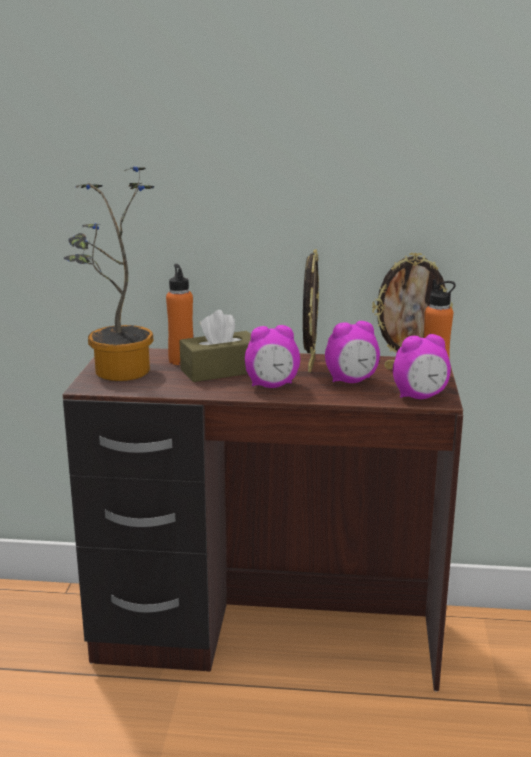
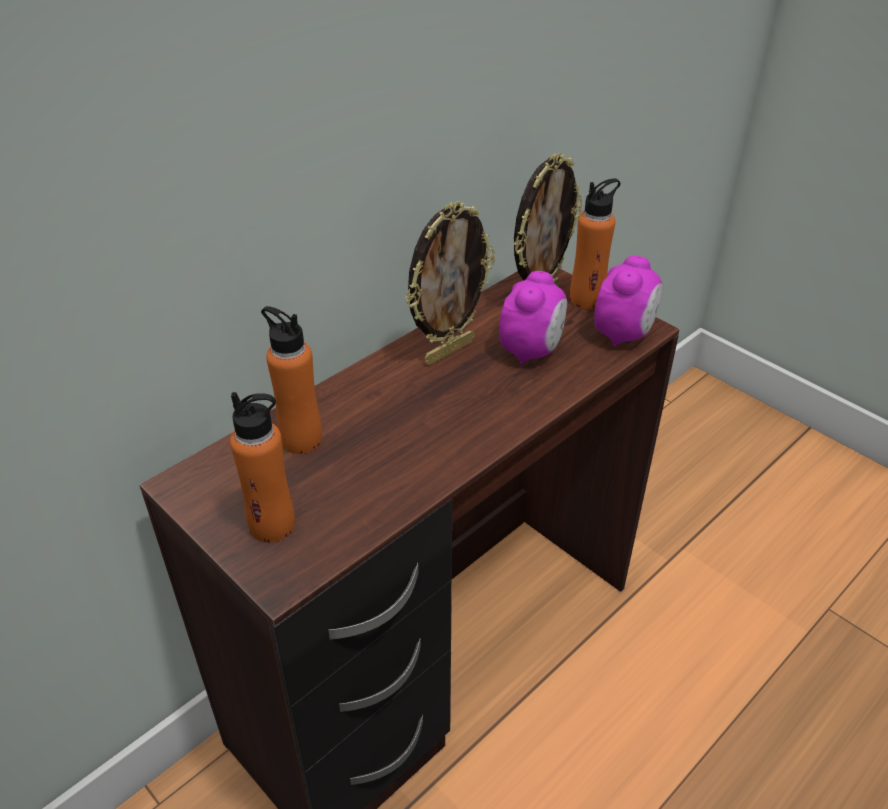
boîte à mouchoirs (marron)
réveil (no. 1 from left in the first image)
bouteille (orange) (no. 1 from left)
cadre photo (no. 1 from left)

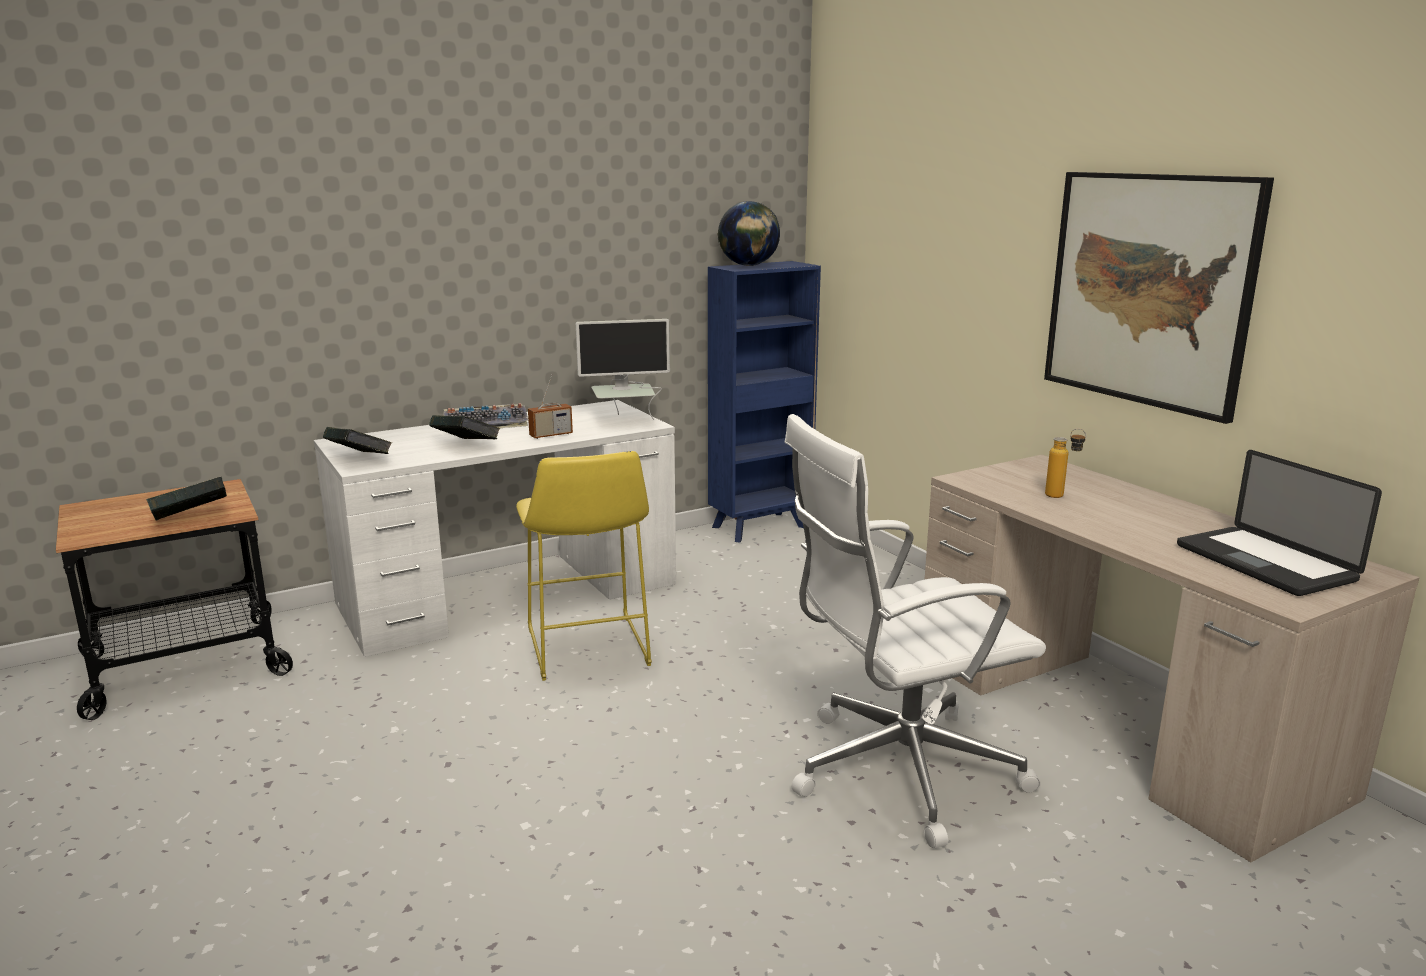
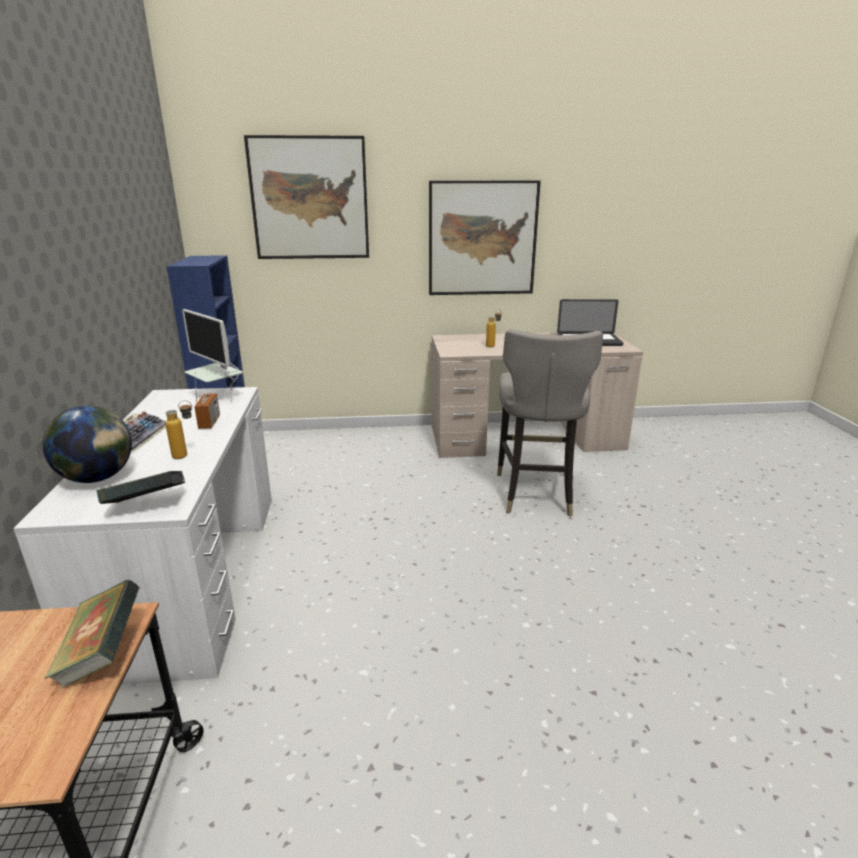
tabouret (jaune)
tableau (no. 1 from left)
globe
bouteille (no. 1 from left)
tabouret (gris)
écran d'ordinateur

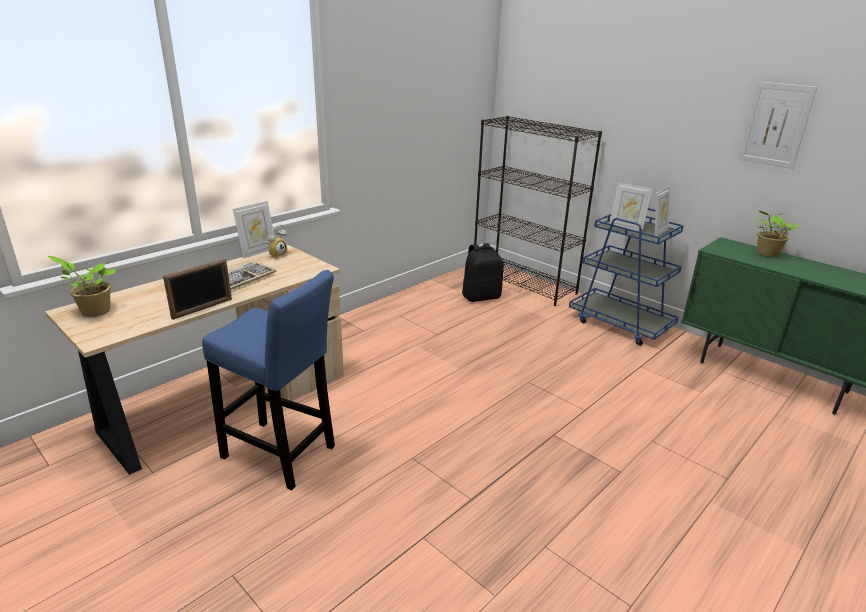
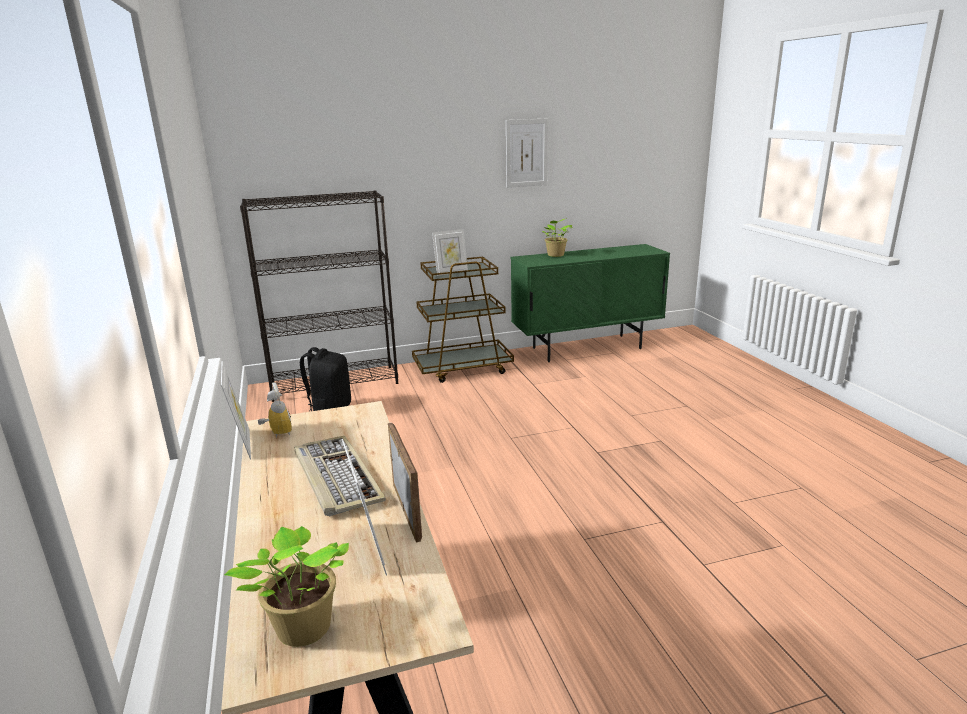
tabouret (bleu)
cadre photo (no. 2 from left)
chariot (marron)

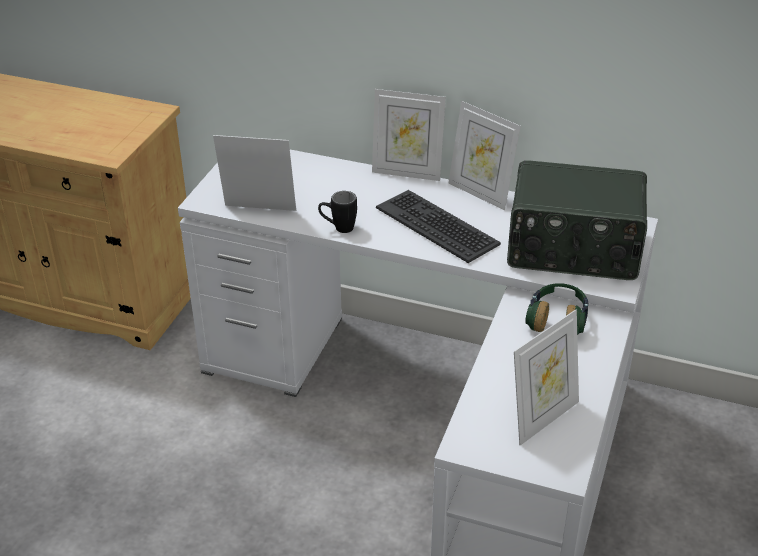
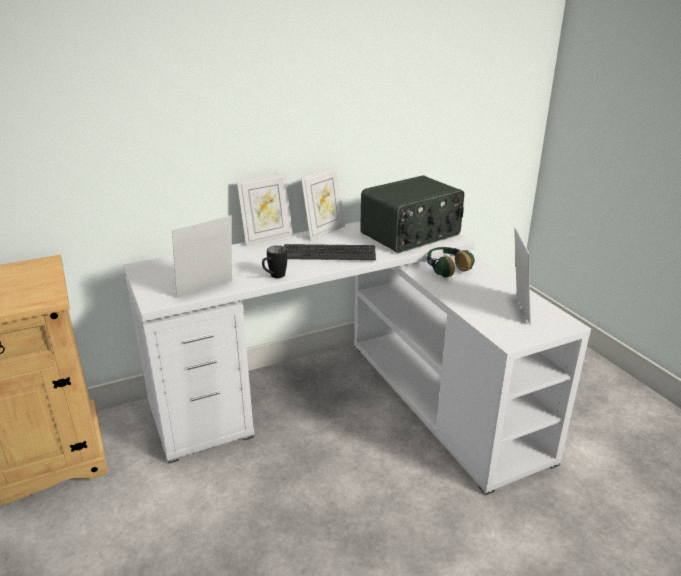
cadre photo (no. 3 from left)

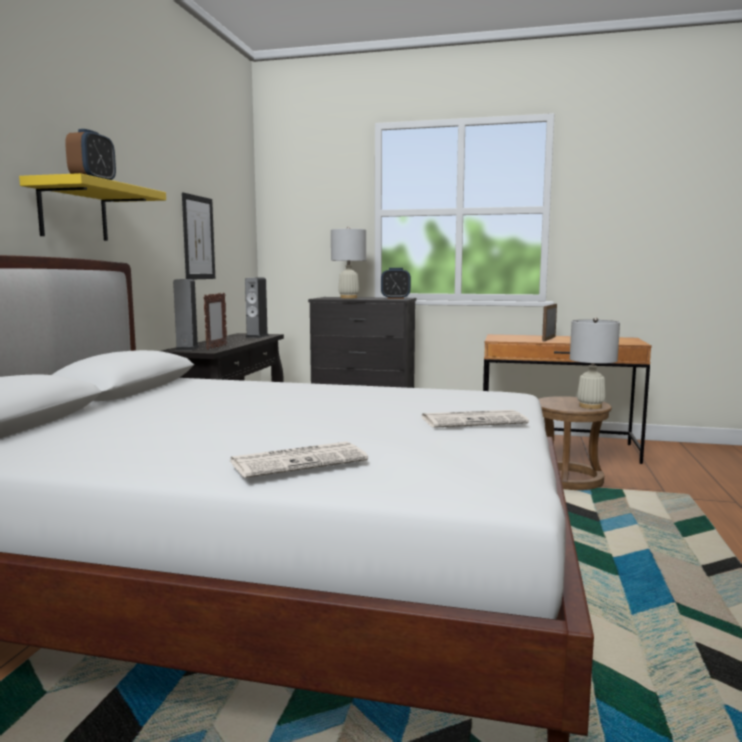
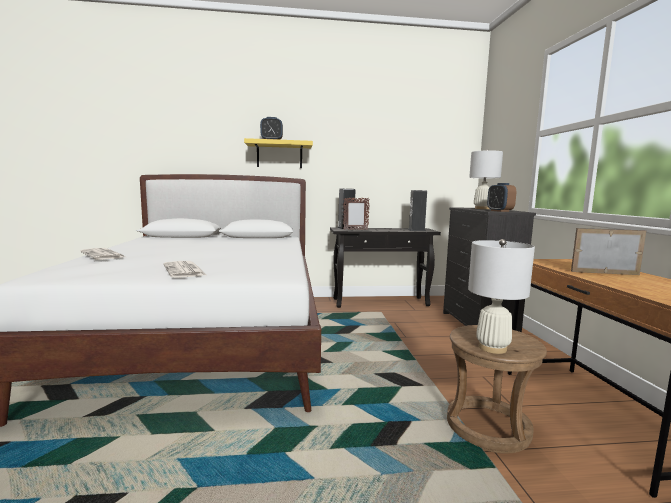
tableau

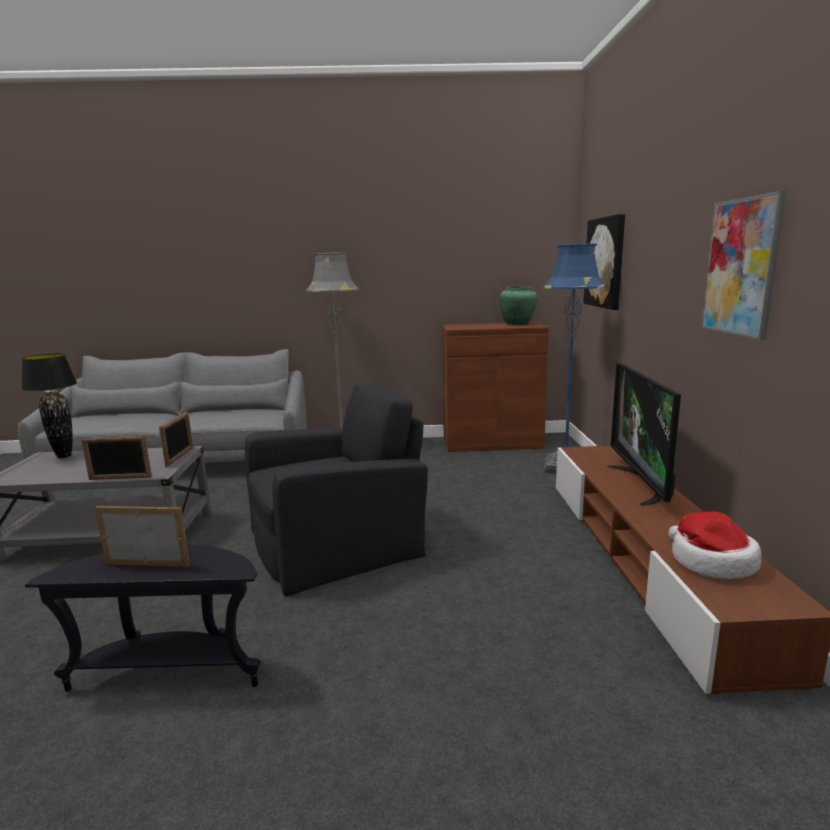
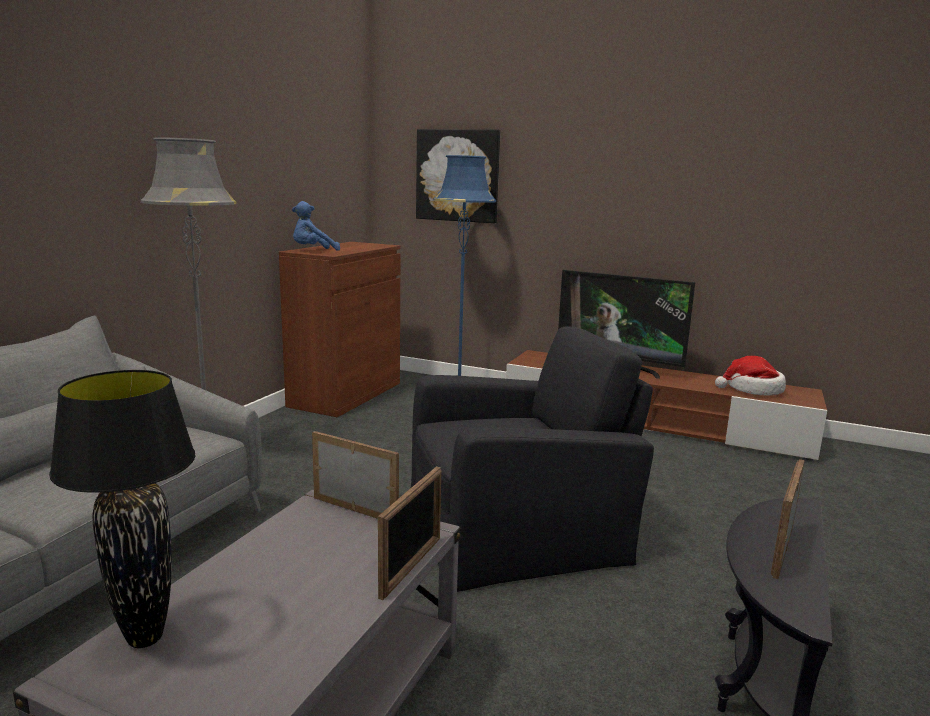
vase (vert)
tableau (no. 2 from left in the first image)
peluche (bleu)
fauteuil (noir)

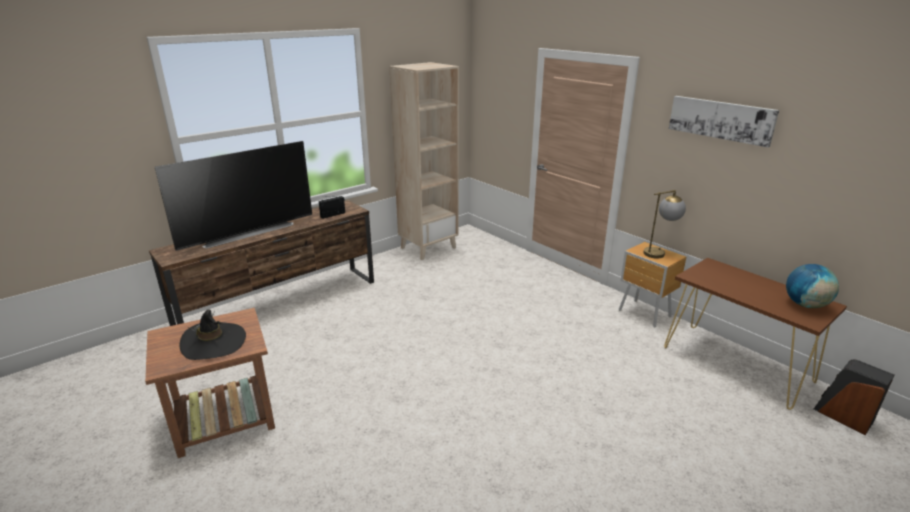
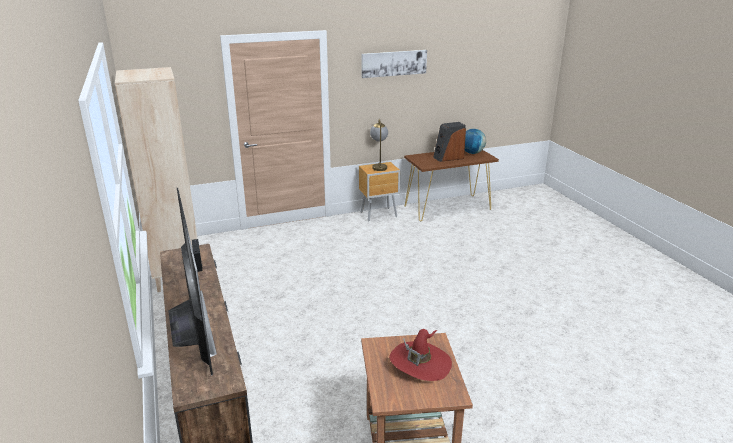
enceinte
chapeau (rouge)

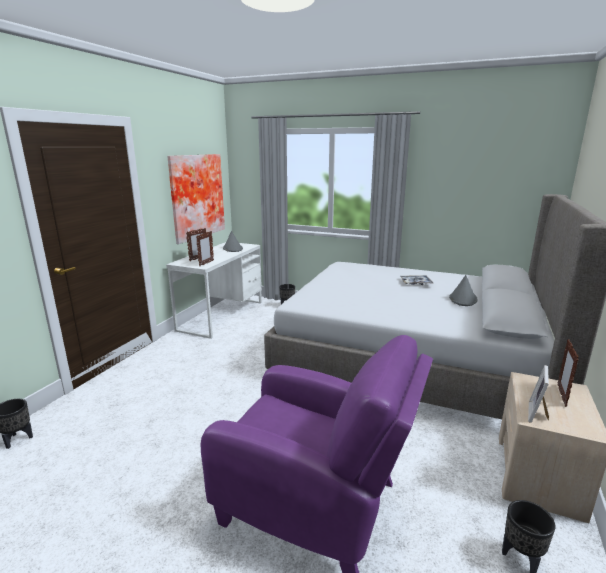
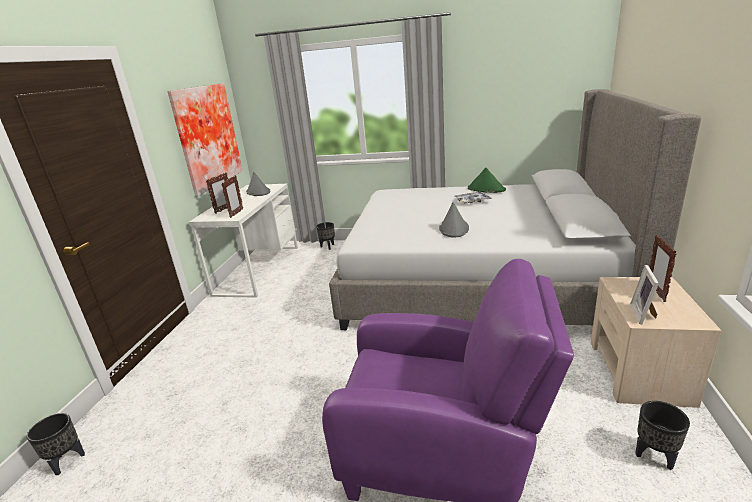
chapeau (vert)
chapeau (gris) (no. 2 from left)

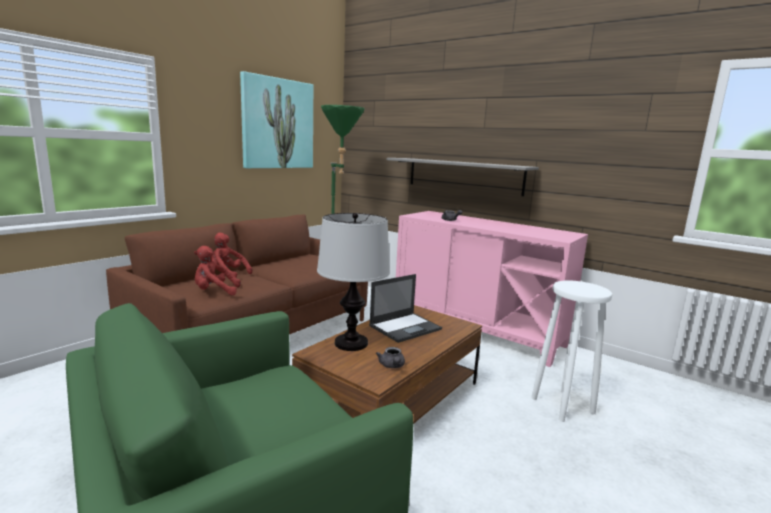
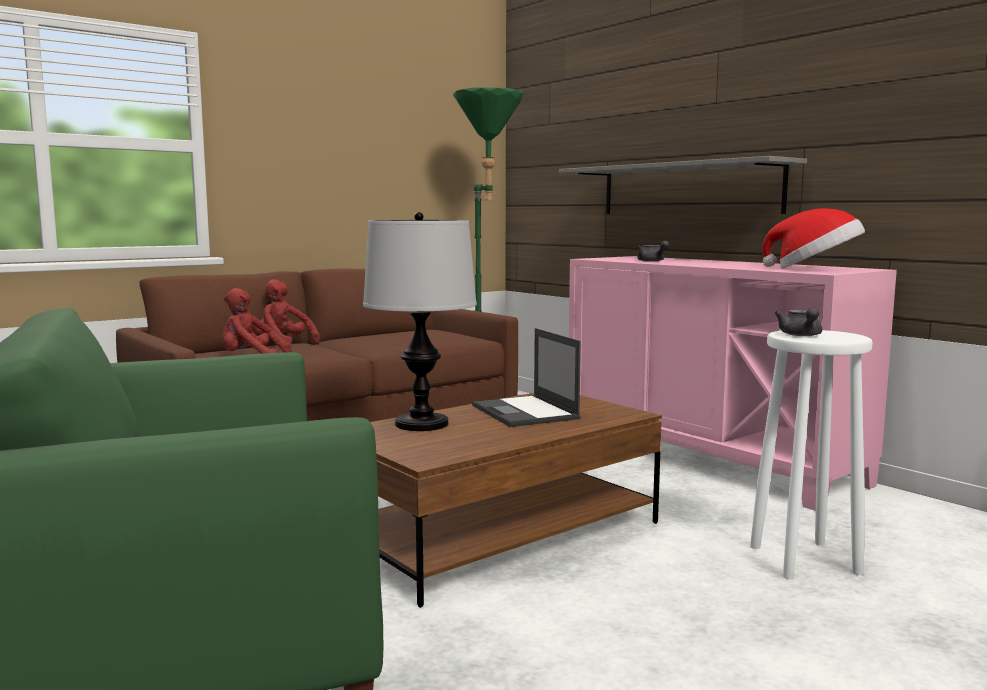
tableau
chapeau
théière (gris) (no. 2 from left)
ordinateur portable

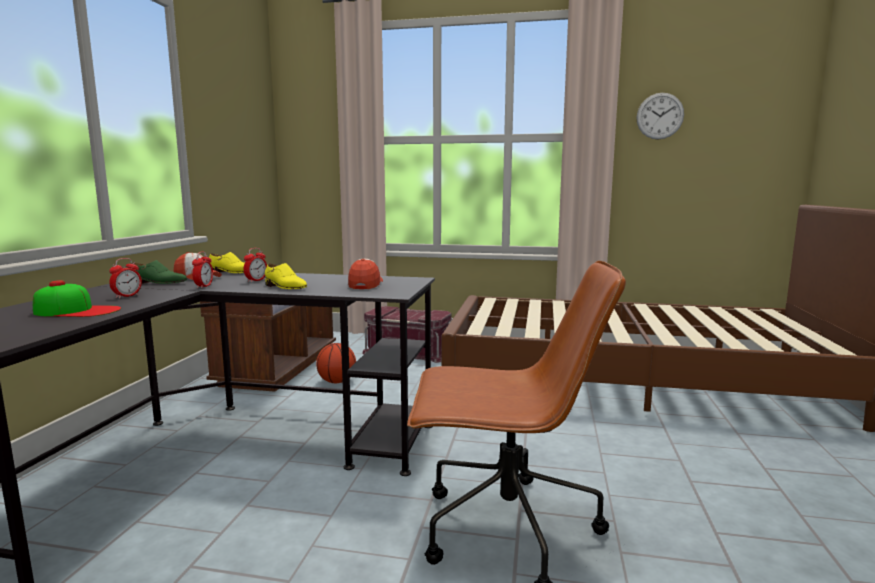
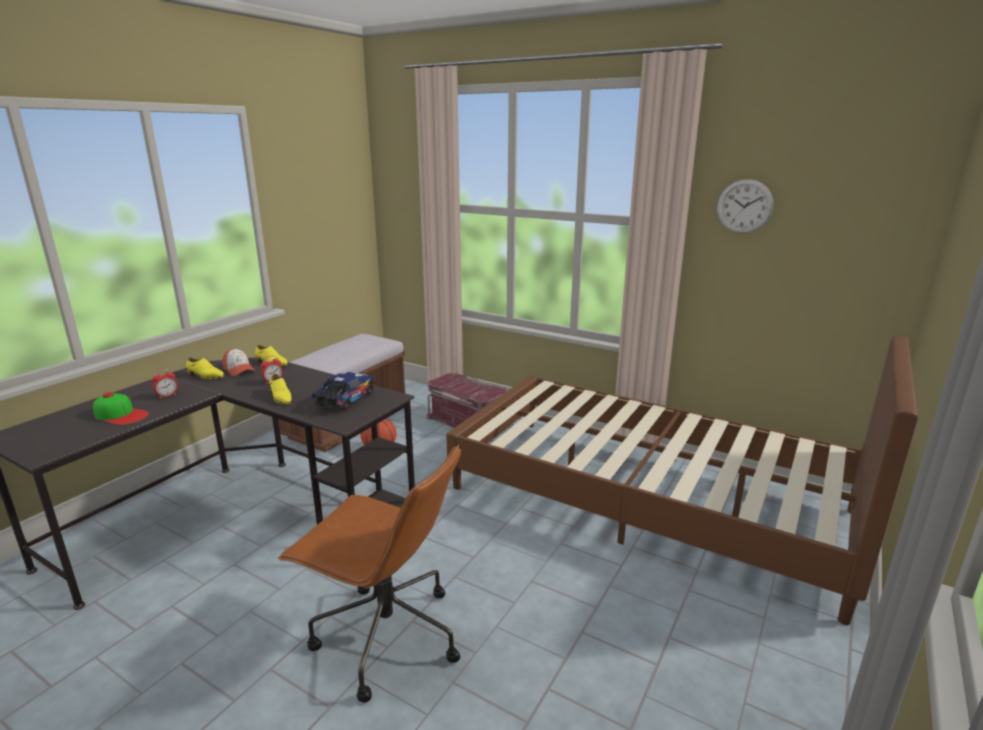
réveil (no. 2 from left in the first image)
camion jouet
chaussure (jaune) (no. 1 from left)

